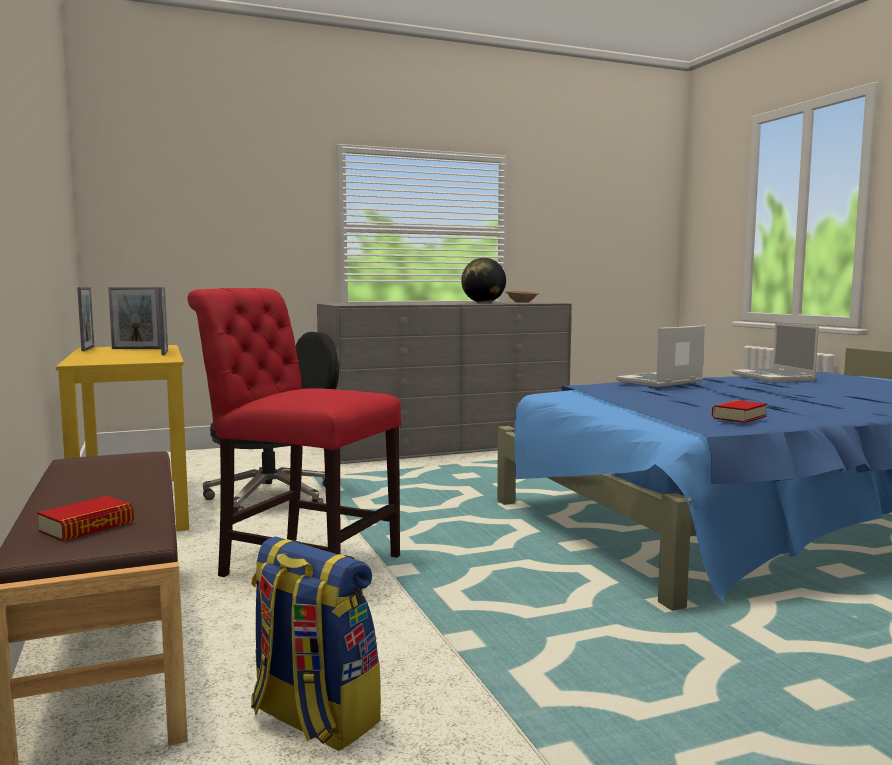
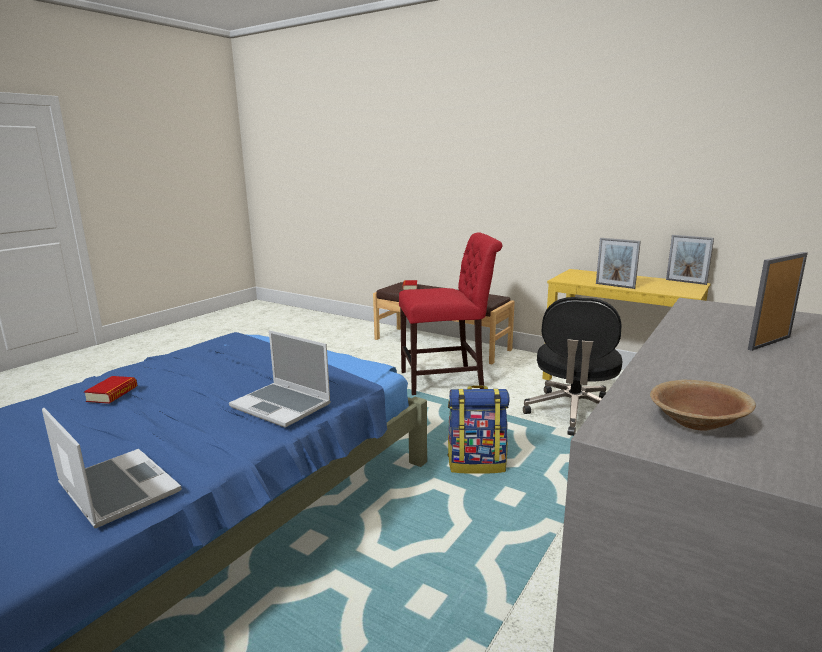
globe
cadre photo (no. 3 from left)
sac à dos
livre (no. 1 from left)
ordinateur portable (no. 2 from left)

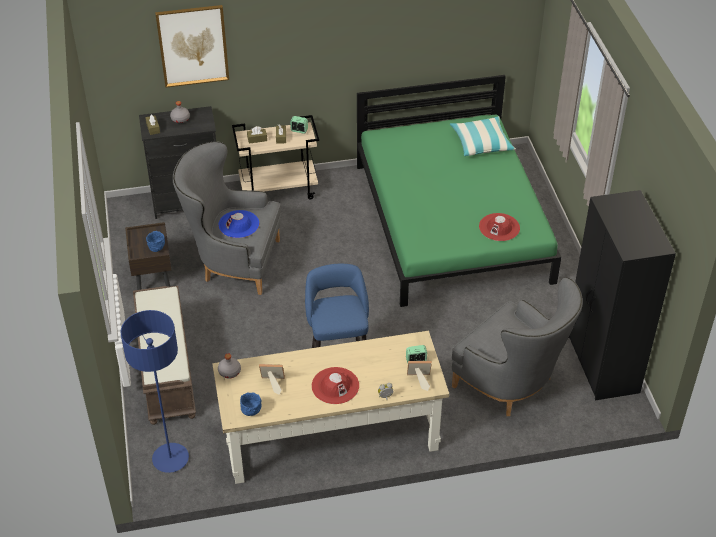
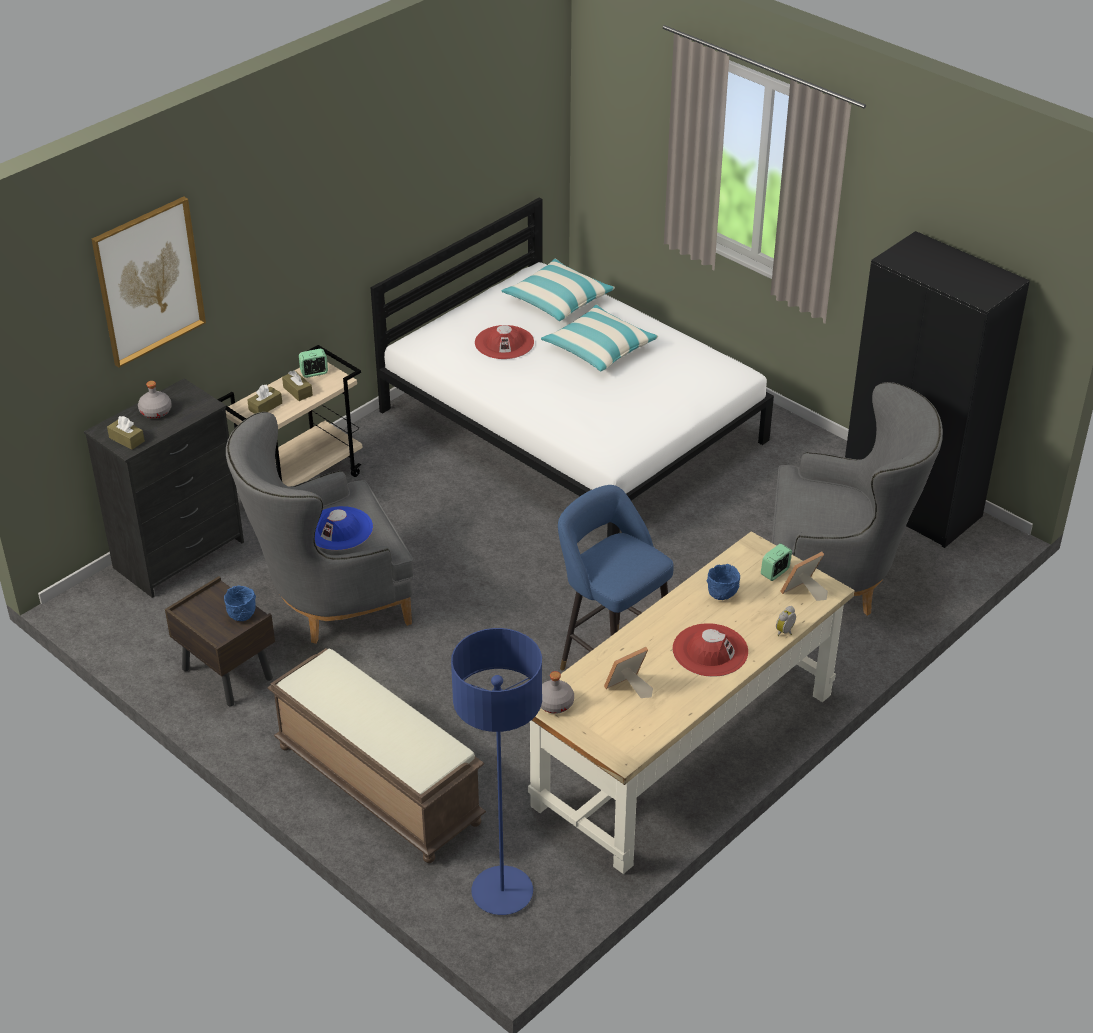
coussin (no. 2 from left)
bol (bleu) (no. 2 from left)
chapeau (rouge) (no. 1 from left)
lit (blanc)

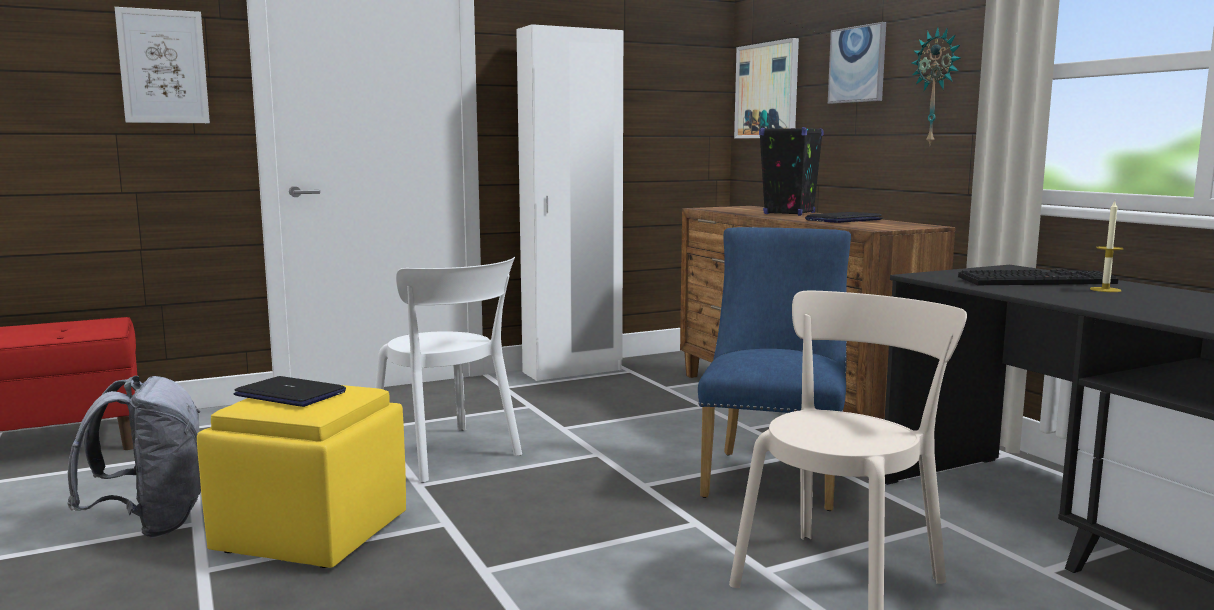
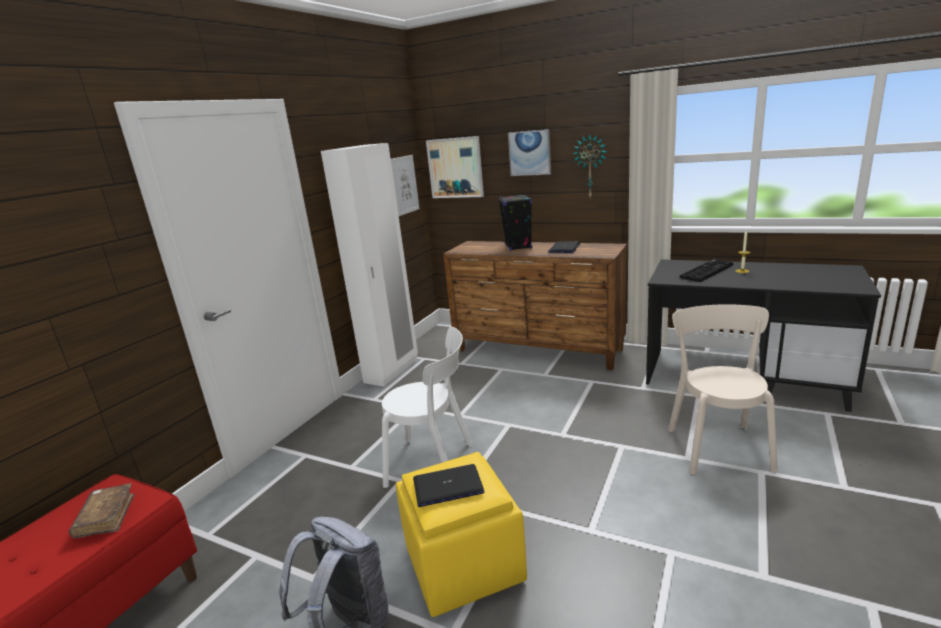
chaise (bleu)
livre (marron)
tableau (no. 1 from left)

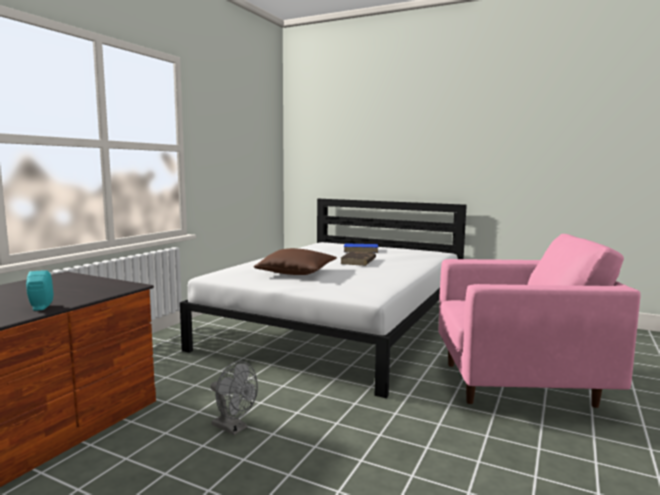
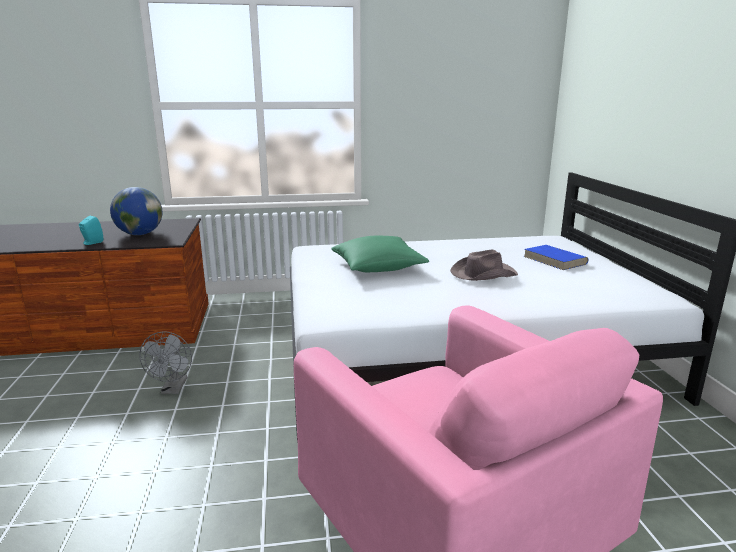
globe
chapeau (marron)
coussin (vert)

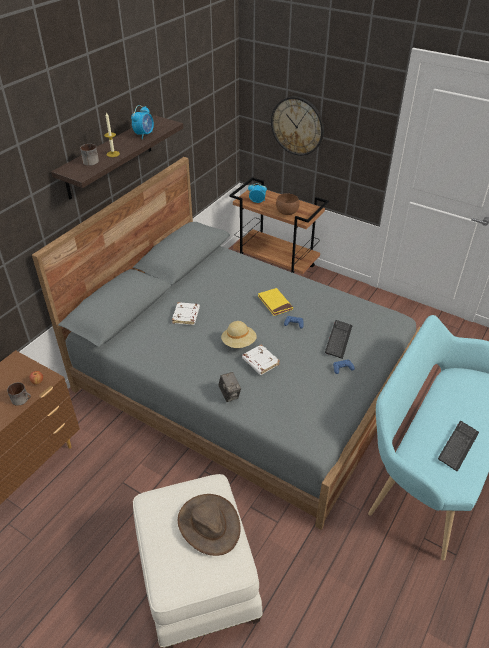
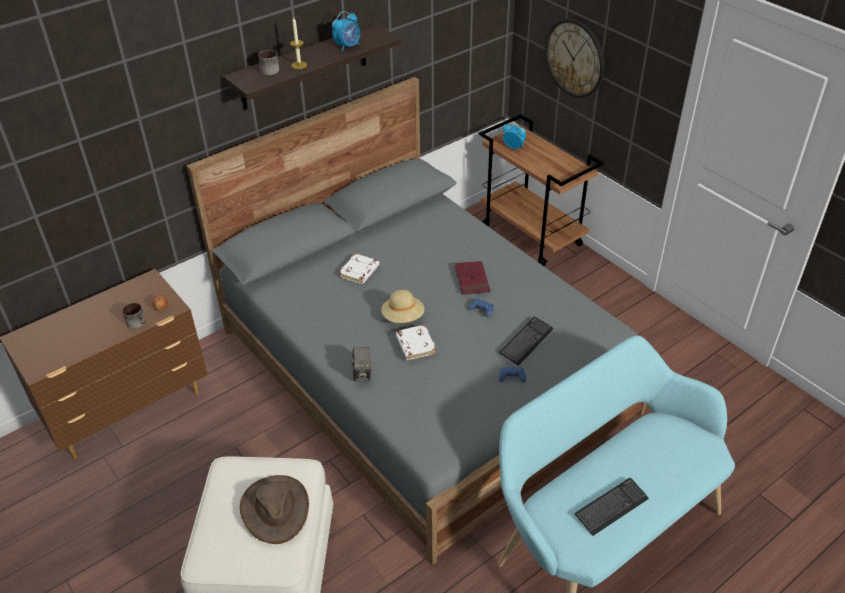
bol (marron)
livre (rouge)

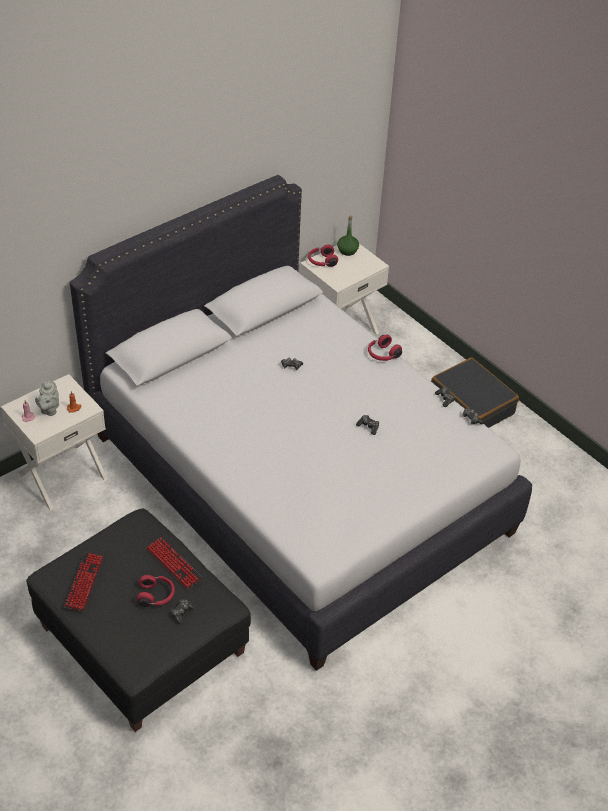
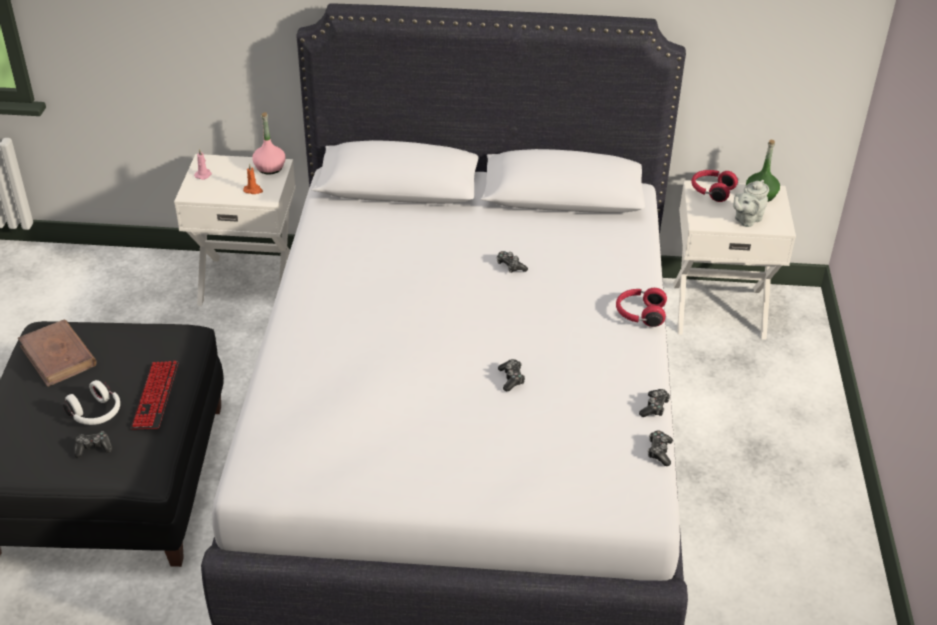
valise (noir)
bouteille (rose)
théière (gris)
livre (marron)
casque audio (blanc)

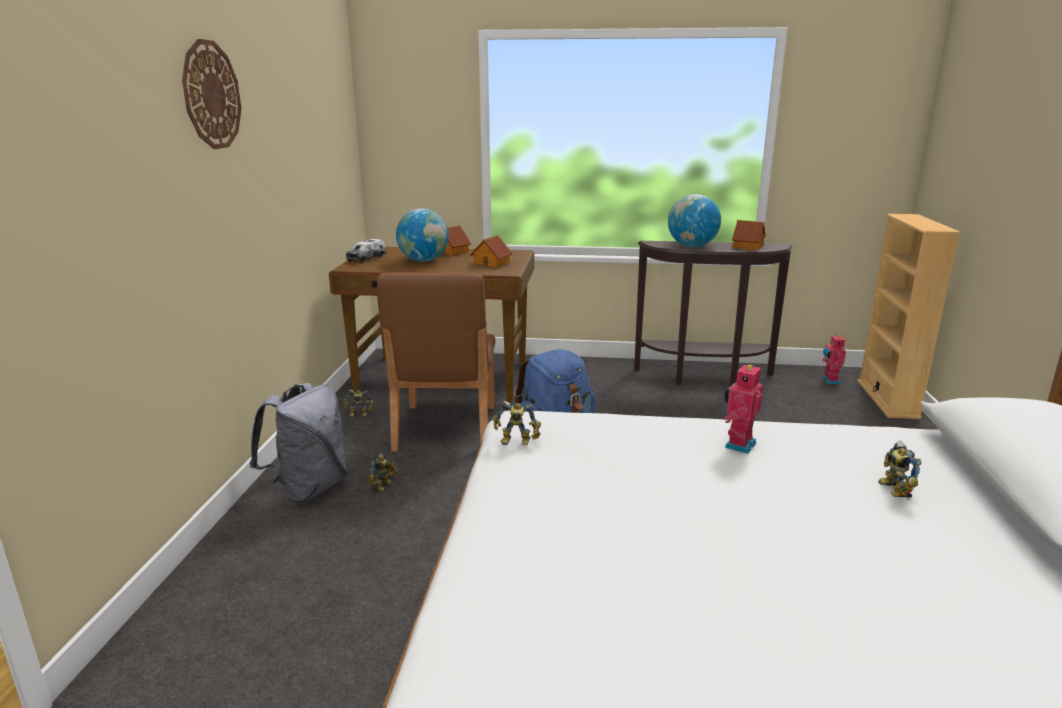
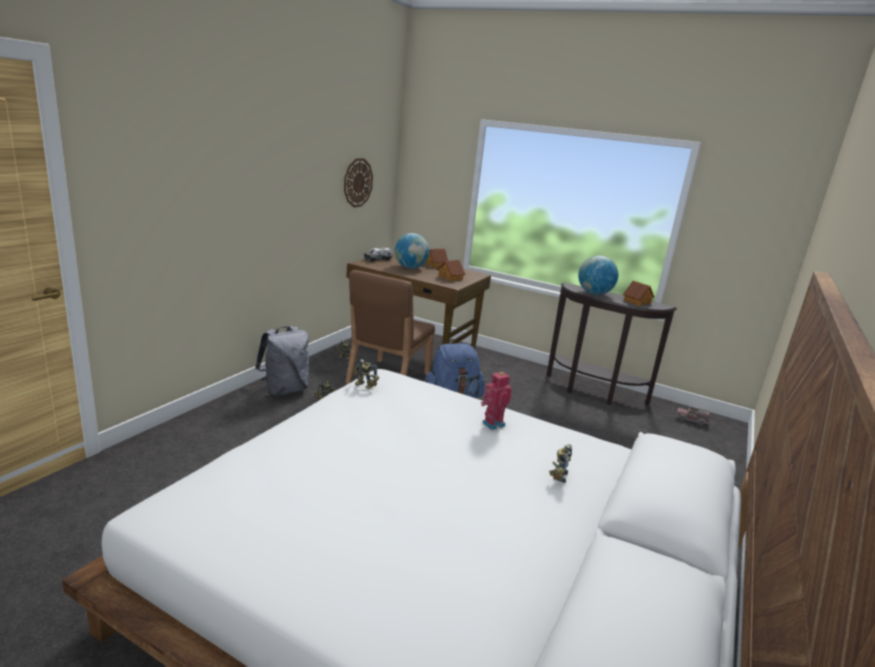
bibliothèque (beige)
horloge murale
camion jouet (no. 2 from left)

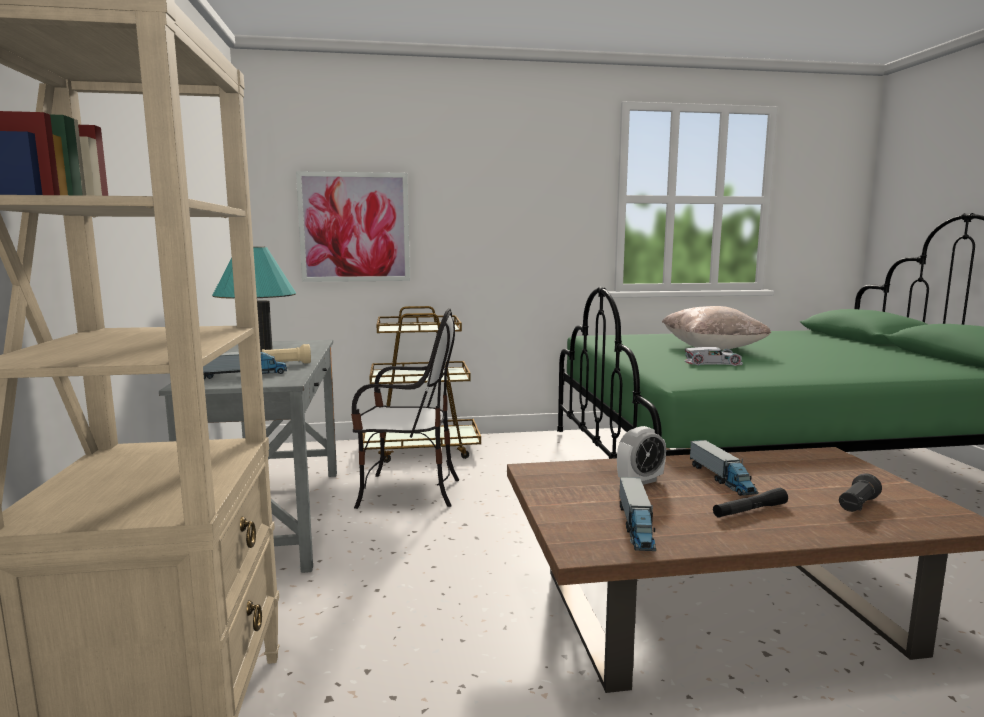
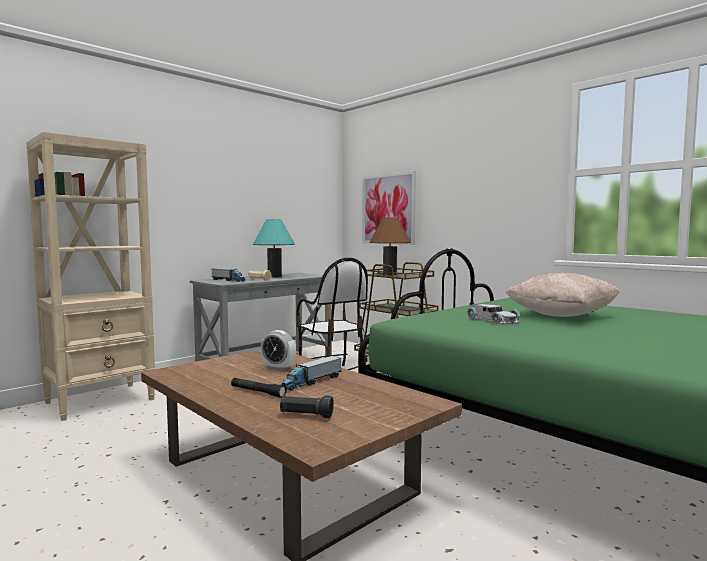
camion jouet (no. 2 from left in the first image)
lampe de table (marron)

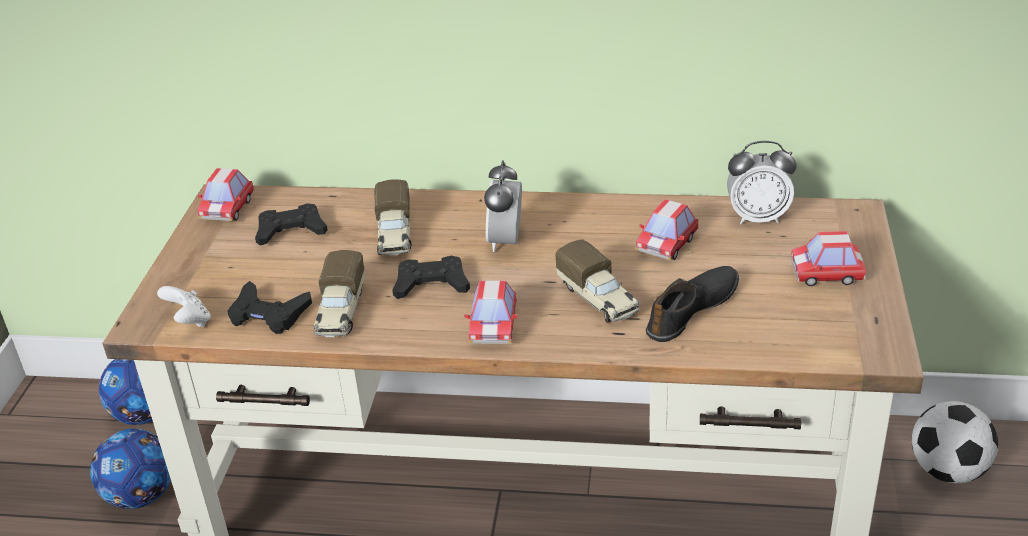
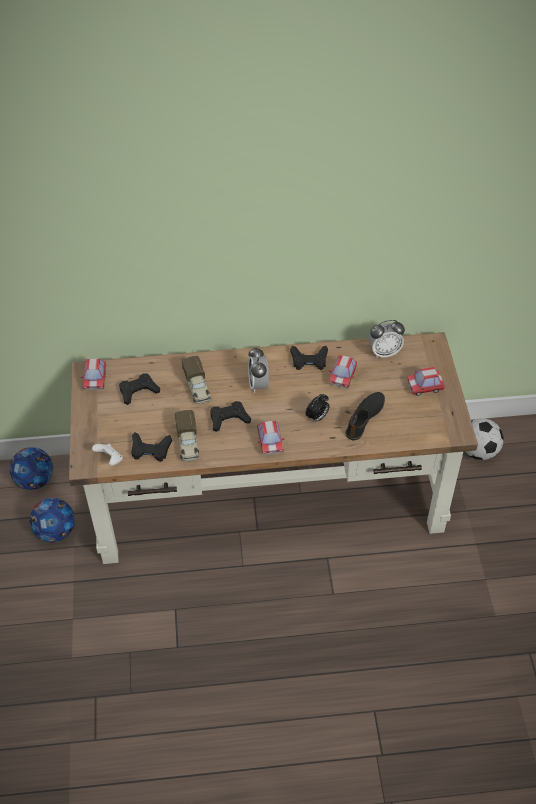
manette (noir) (no. 4 from left)
réveil (no. 2 from left)

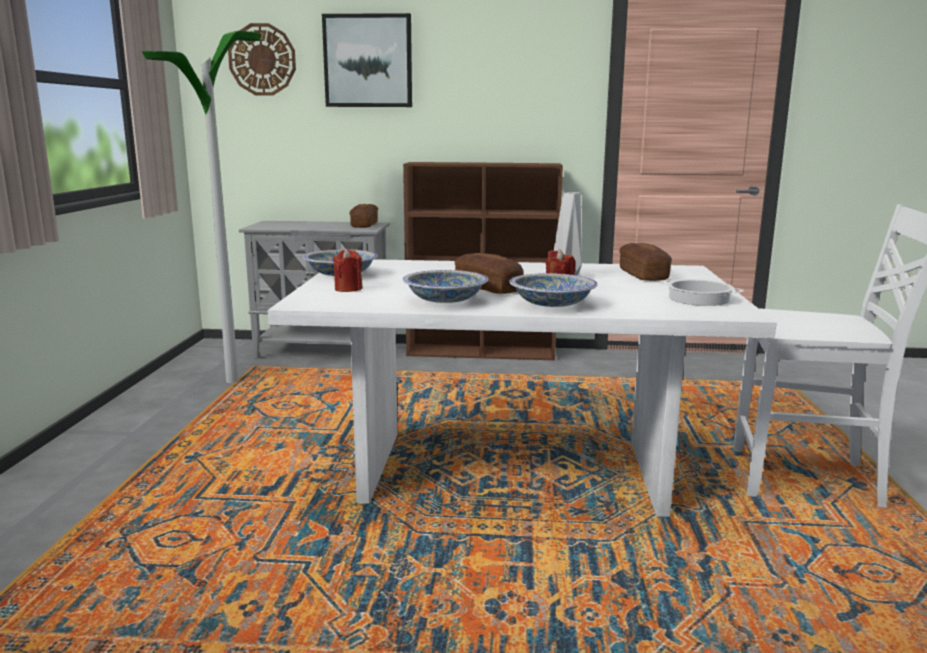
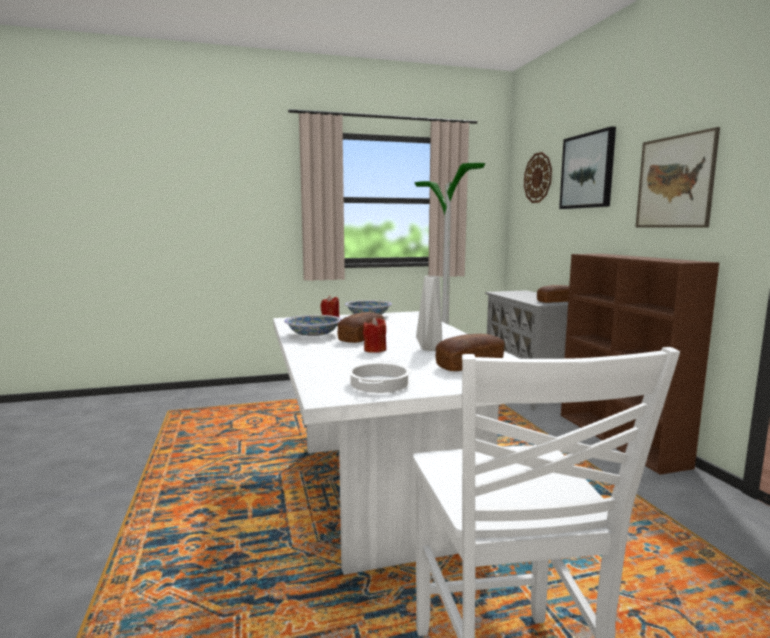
bol (no. 3 from left in the first image)
tableau (no. 2 from left)

